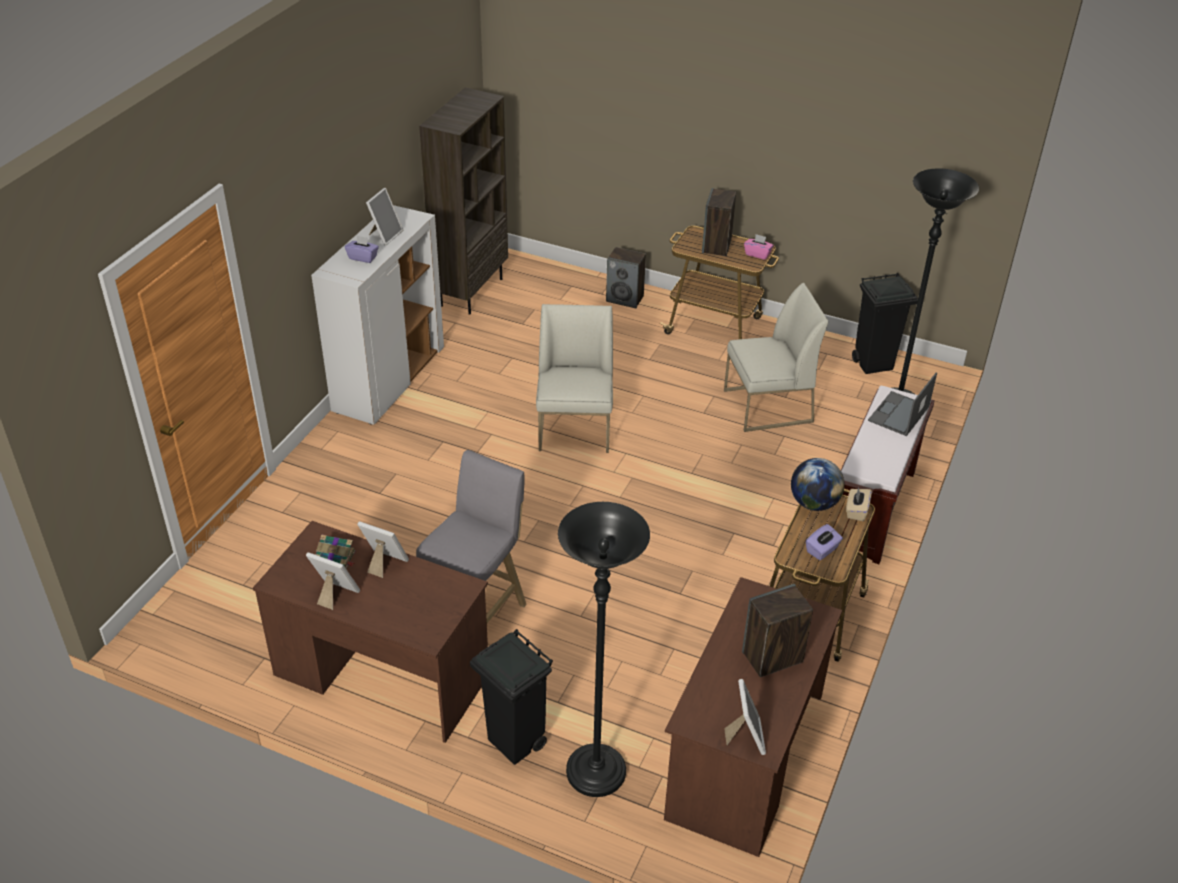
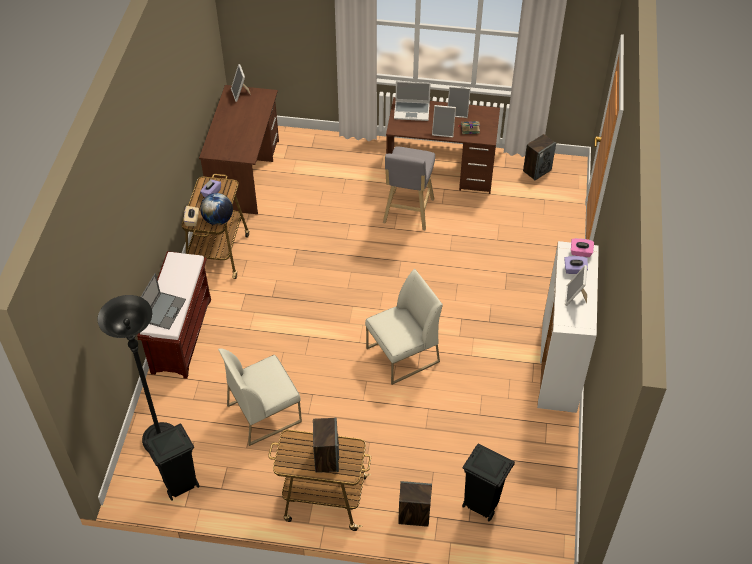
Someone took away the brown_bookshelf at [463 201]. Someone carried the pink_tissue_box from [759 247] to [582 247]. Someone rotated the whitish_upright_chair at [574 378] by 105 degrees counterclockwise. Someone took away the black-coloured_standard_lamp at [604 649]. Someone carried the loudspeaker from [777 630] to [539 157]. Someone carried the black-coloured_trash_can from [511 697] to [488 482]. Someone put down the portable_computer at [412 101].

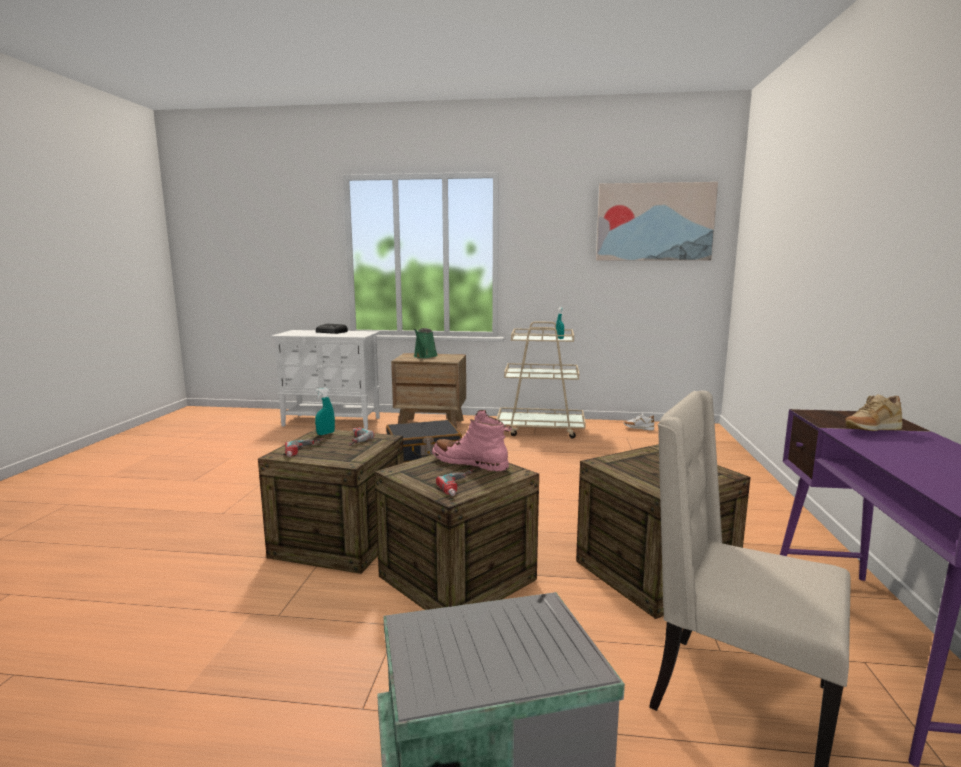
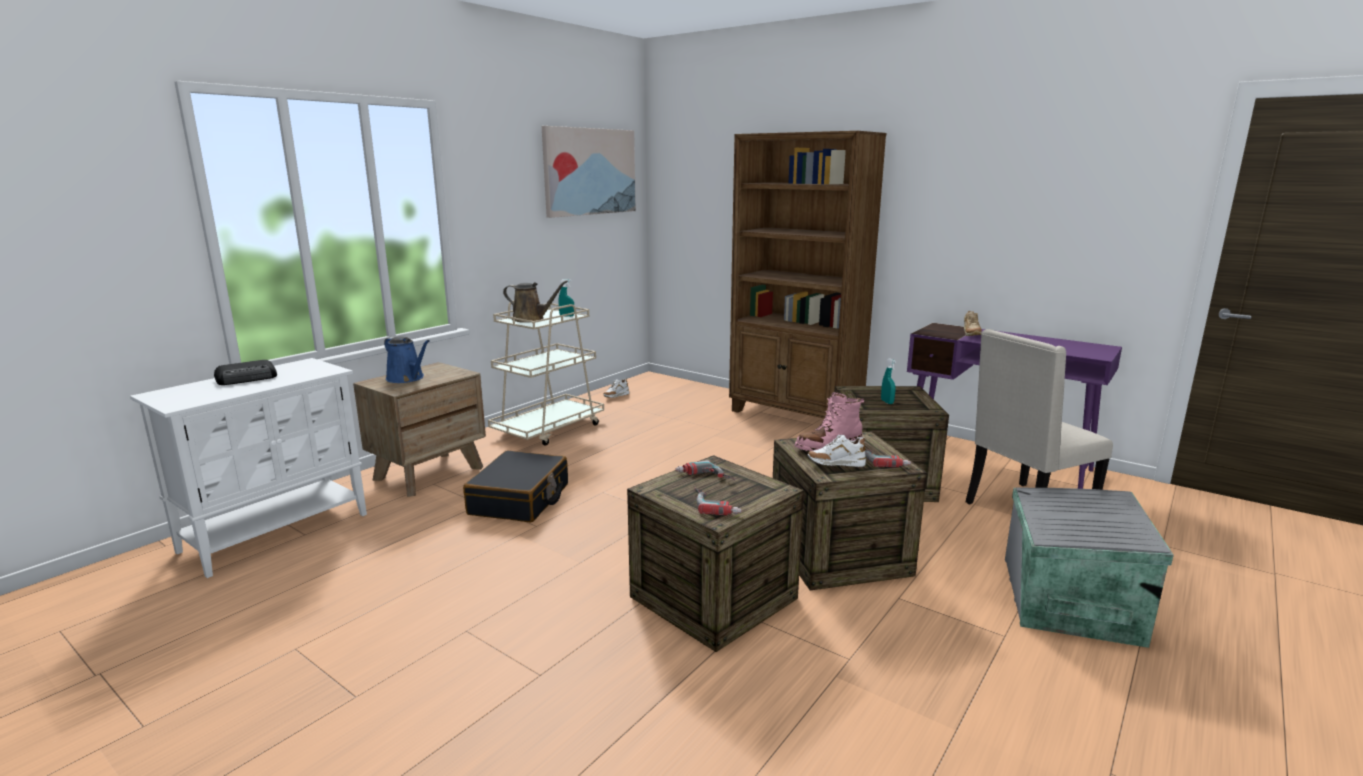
Someone repainted the green-coloured_sprinkling_can at [425 343], which became the blue-coloured_sprinkling_can at [407 359]. Someone carried the blue-green_hand_sprayer from [325 411] to [888 381]. Someone put down the brown_bookshelf at [807 275]. Someone put down the brown_sprinkling_can at [535 301]. Someone put down the whitish_low_shoe at [837 450].

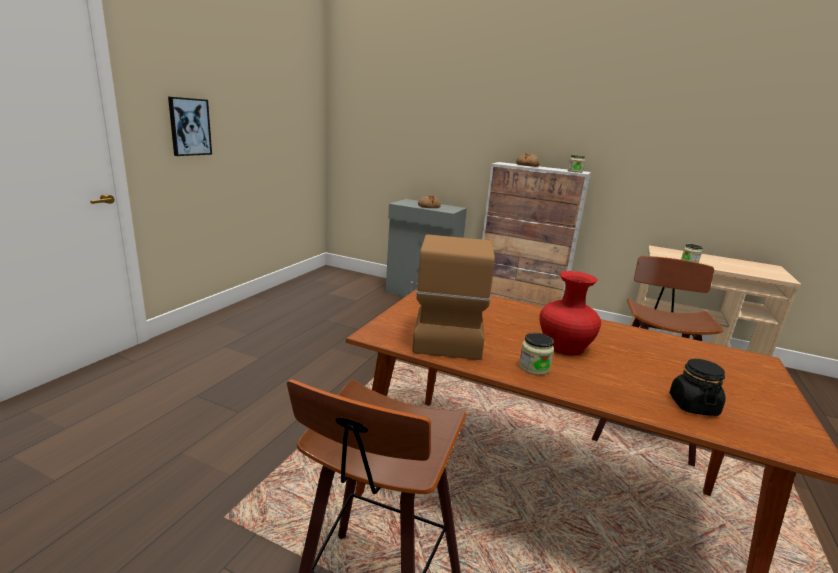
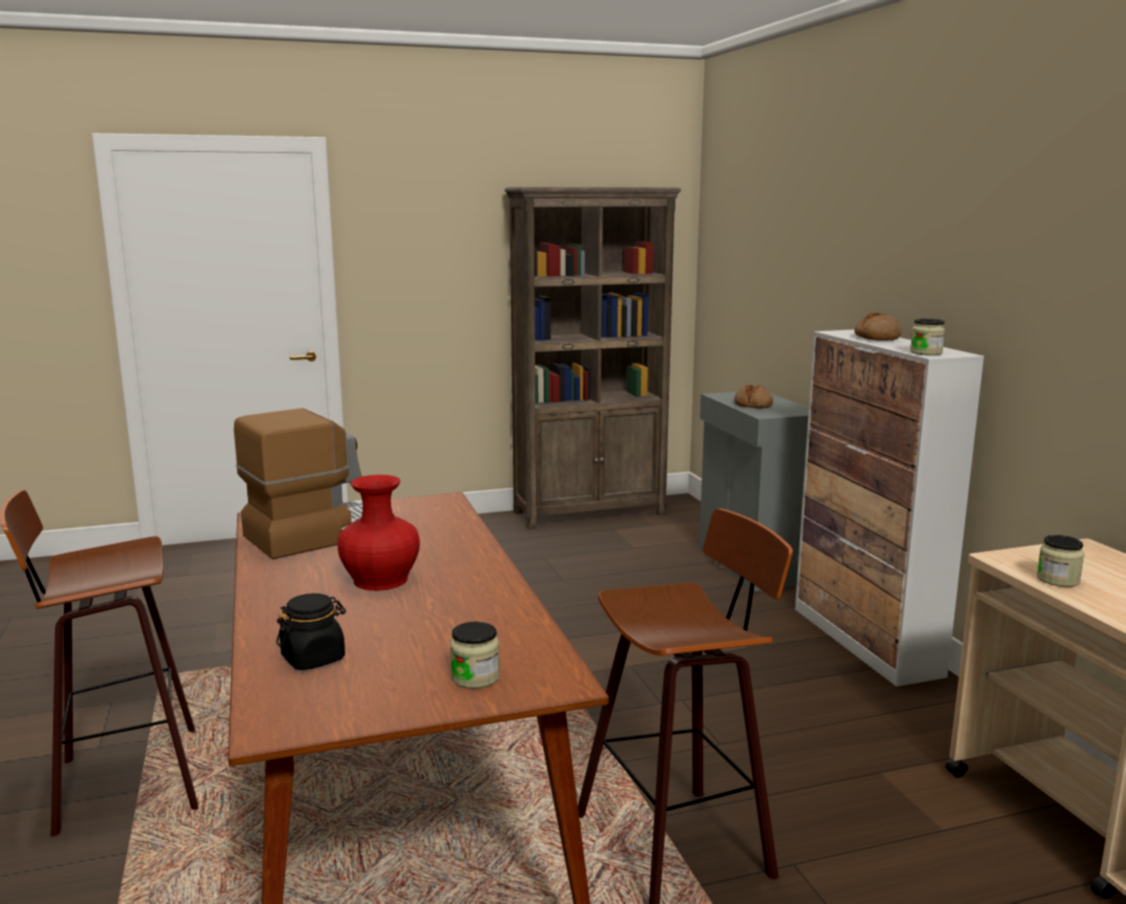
Someone took away the wall_picture at [190 126]. Someone carried the jar from [536 354] to [475 655]. Someone put down the brown_bookshelf at [592 358].

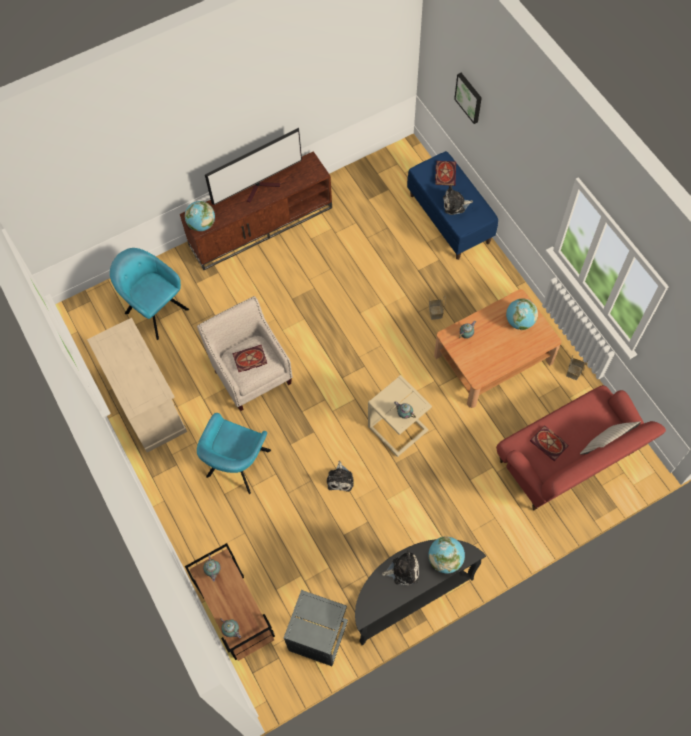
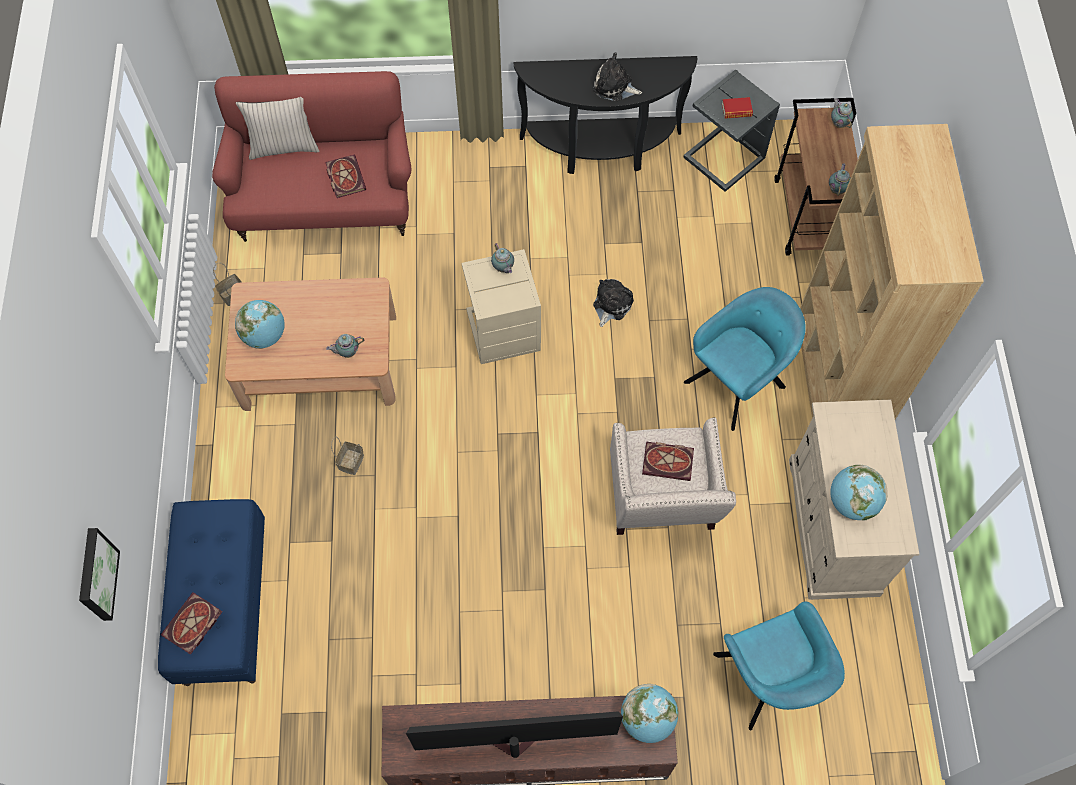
Someone took away the plush_toy at [458 200]. Someone carried the world_globe from [446 555] to [859 493]. Someone put down the bound_book at [737 108]. Someone put down the brown_bookshelf at [892 271].

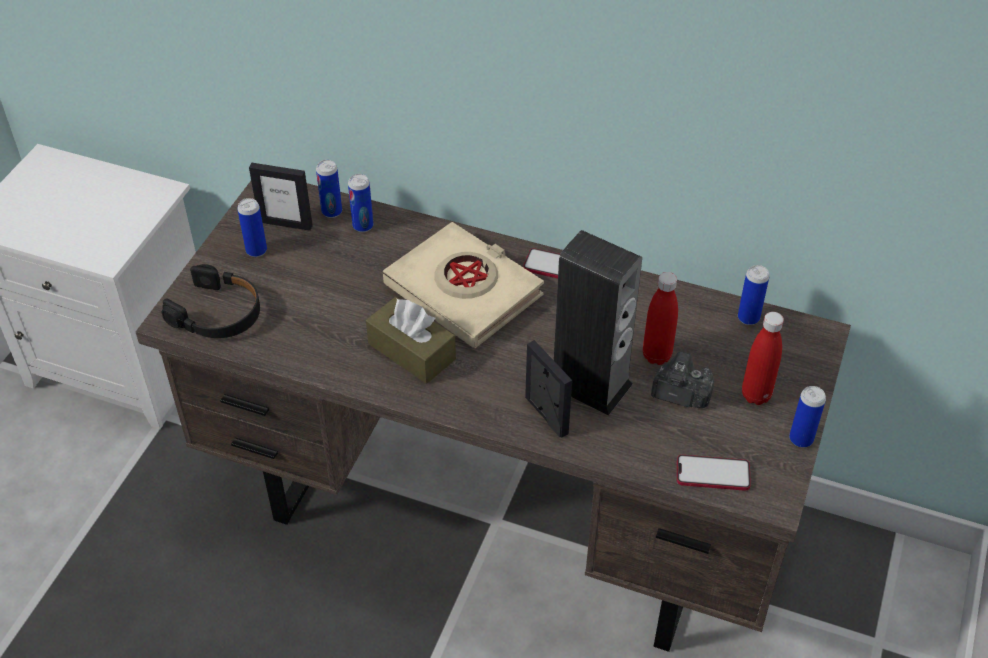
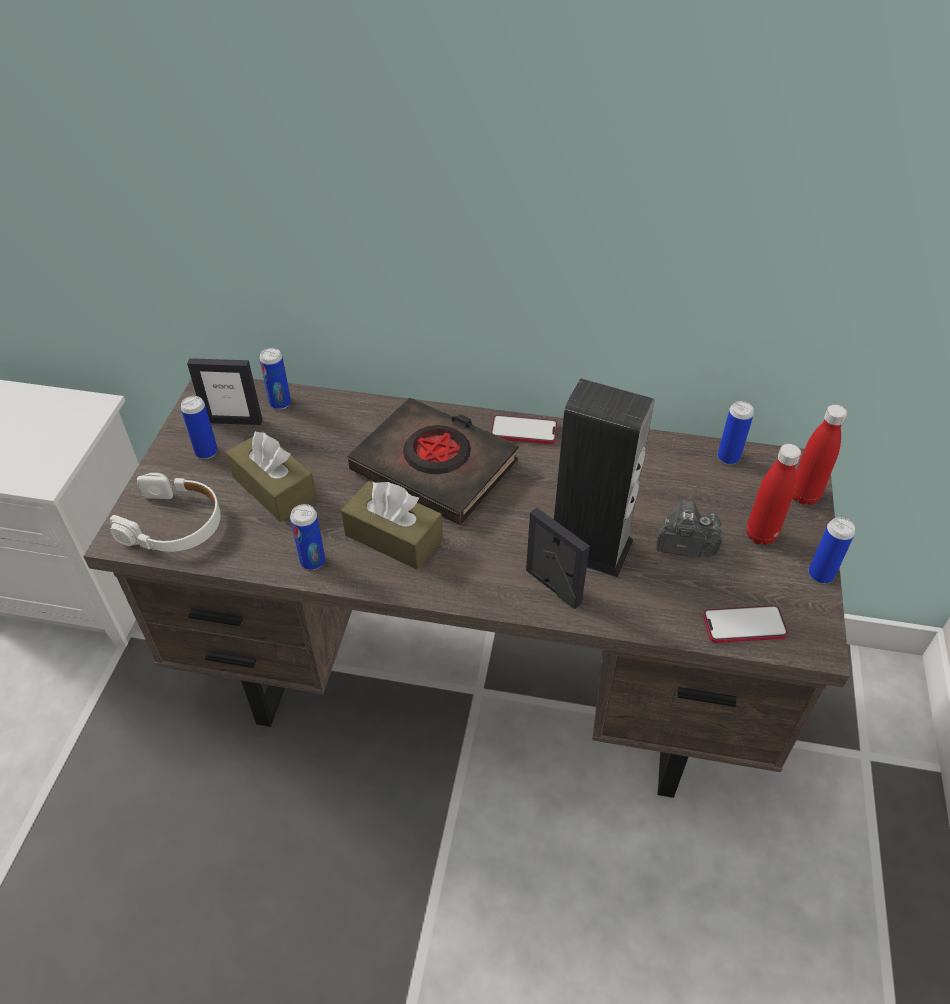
Someone carried the can from [360 203] to [307 537]. Someone repainted the sand-coloured_bound_book at [463 285], which became the black-coloured_bound_book at [433 461]. Someone repainted the black-coloured_headphones at [211 301], which became the whitish_headphones at [165 512]. Someone carried the red_beverage_bottle from [660 318] to [820 455]. Someone put down the brown_tissue_box at [271 476].

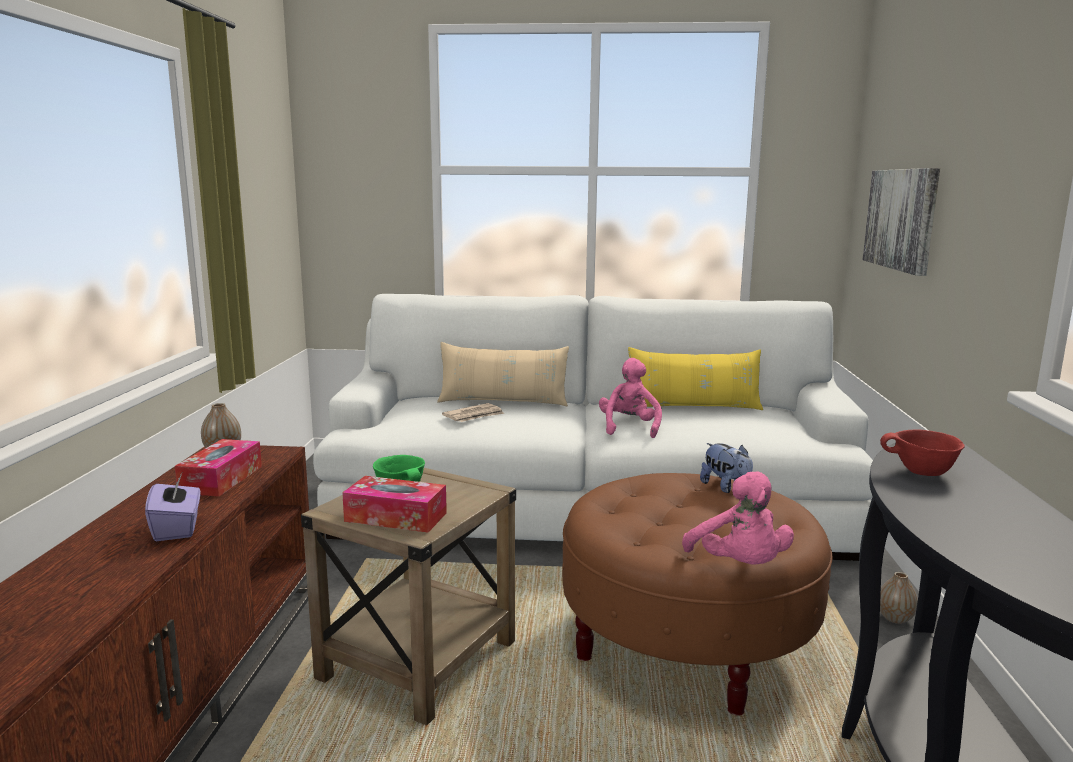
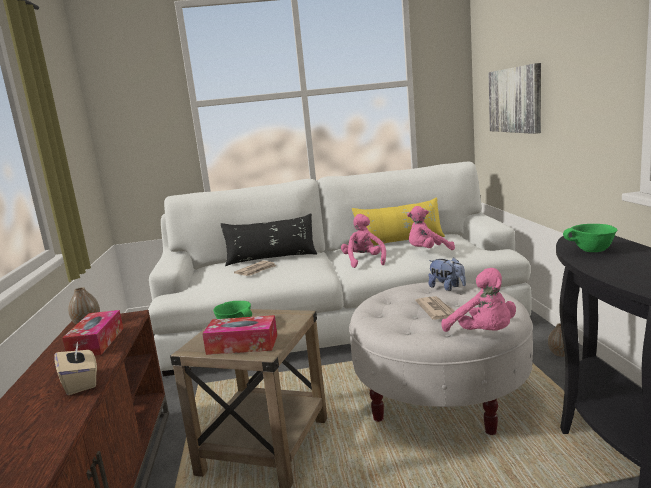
Someone repainted the sand-coloured_pillow at [503 374], which became the black-coloured_pillow at [269 239]. Someone repainted the red_serving_bowl at [922 452], which became the green-coloured_serving_bowl at [590 238]. Someone repainted the purplish_tissue_box at [173 507], which became the sand-coloured_tissue_box at [75 367]. Someone repainted the brown_footrest at [697 594], which became the whitish_footrest at [441 358]. Someone put down the pink_plush_toy at [431 228]. Someone put down the daily_paper at [435 308].

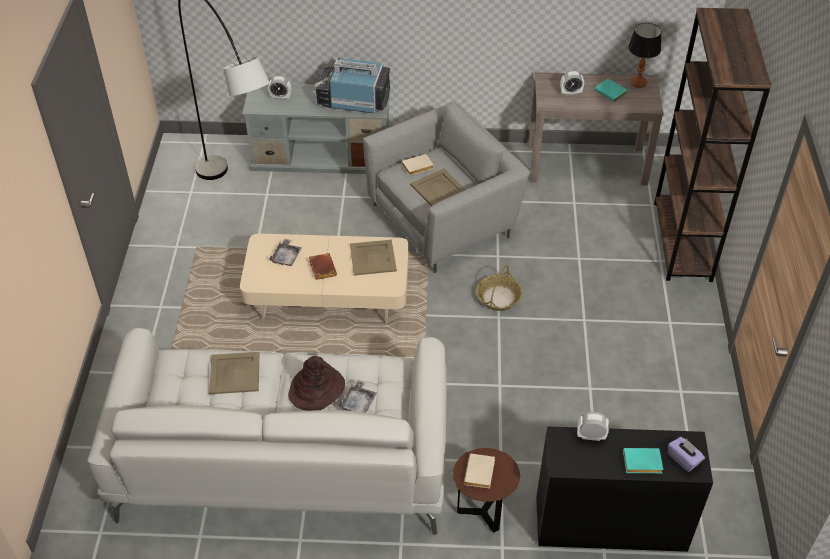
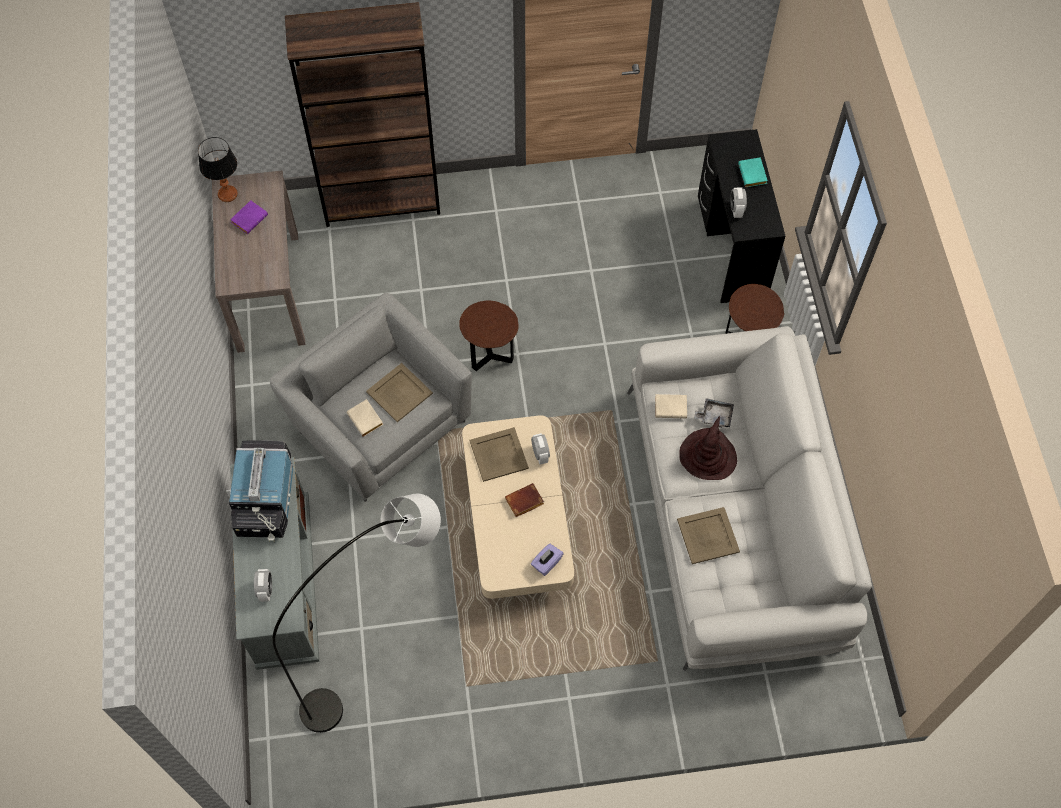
Someone carried the alarm_clock from [572 83] to [540 449]. Someone repainted the blue-green_bound_book at [611 90], which became the purplish_bound_book at [249 217]. Someone took away the grey_carrying_tray at [285 252]. Someone swapped the storage_basket at [499 288] for the brown_side_table at [489 336]. Someone carried the purplish_tissue_box from [686 454] to [547 560]. Someone carried the sand-coloured_bound_book from [479 471] to [671 406].

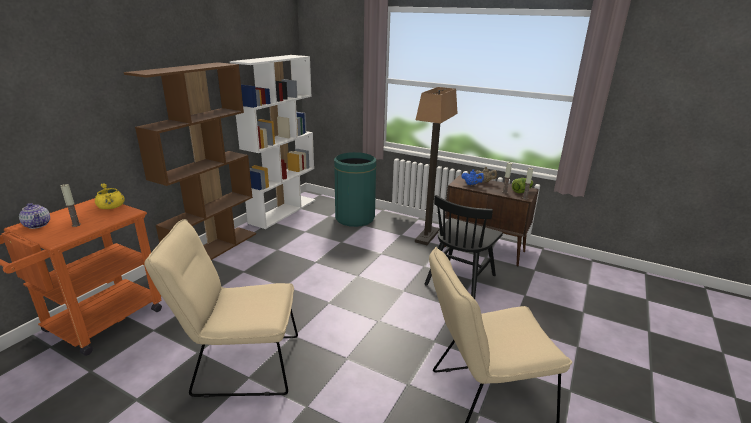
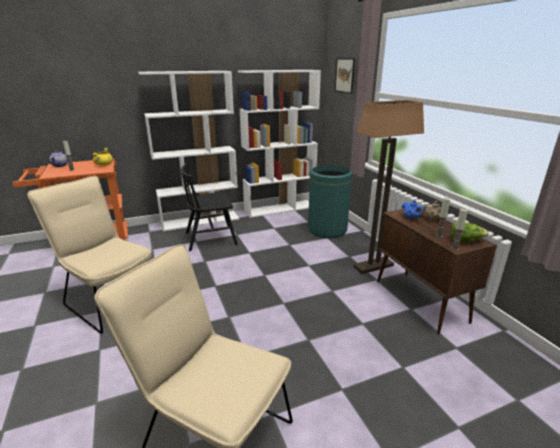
Someone repainted the brown_bookshelf at [190 161], which became the whitish_bookshelf at [188 151]. Someone carried the black-coloured_upright_chair from [463 247] to [209 207]. Someone put up the wall_picture at [345 76].

